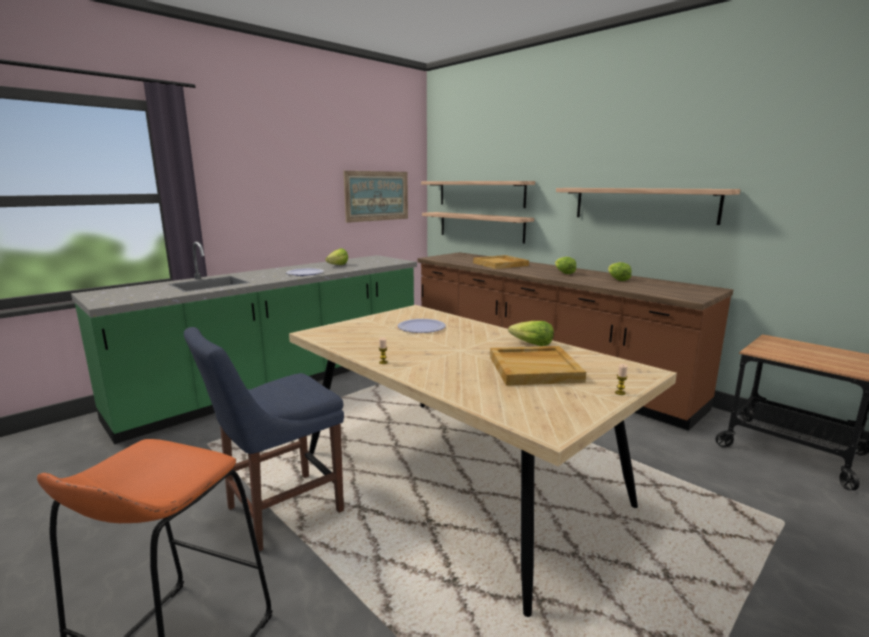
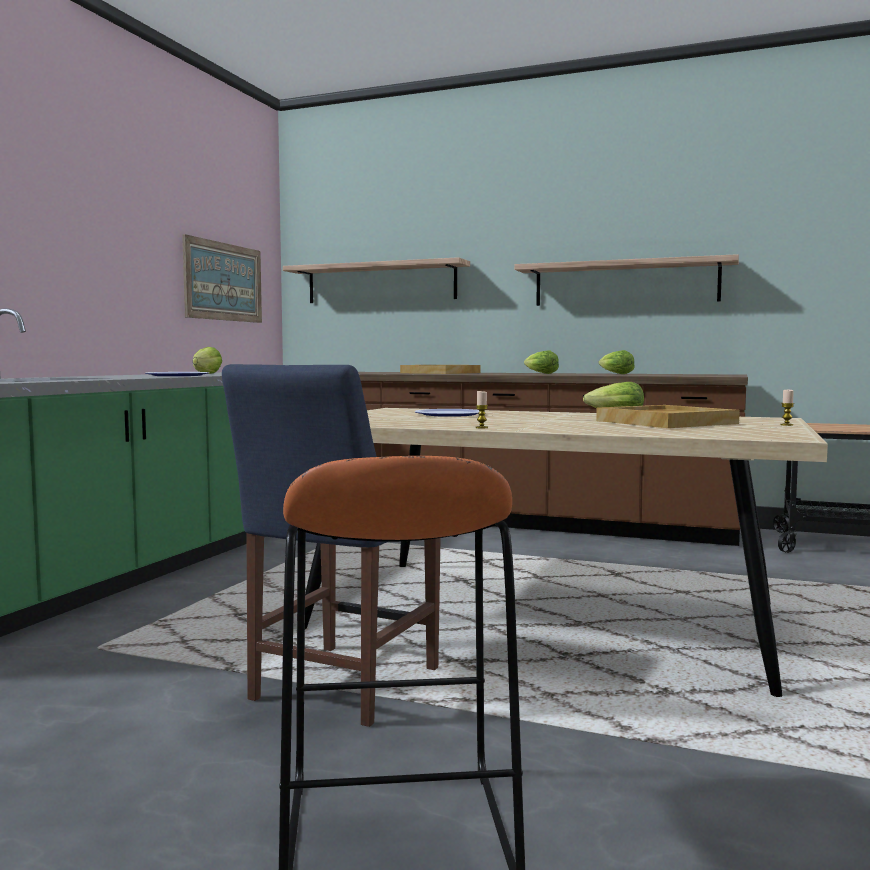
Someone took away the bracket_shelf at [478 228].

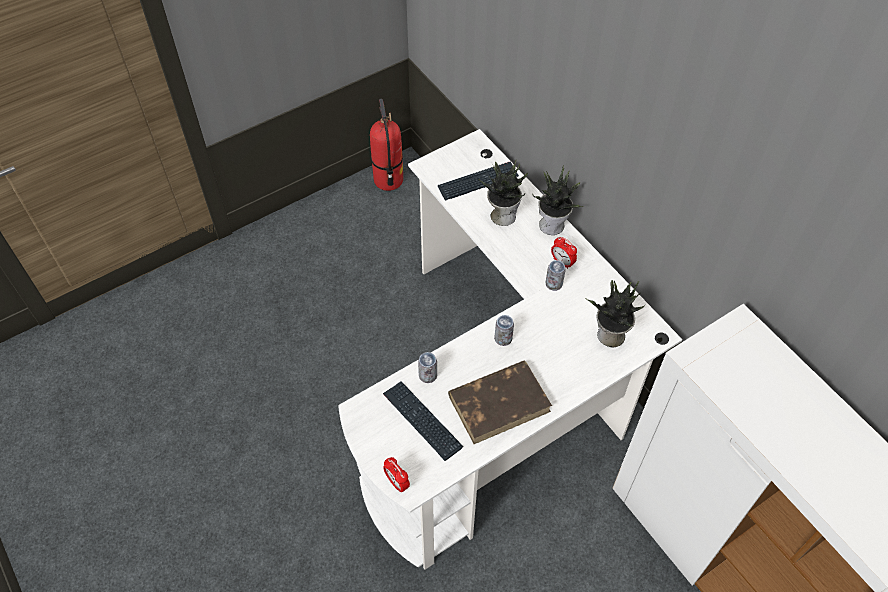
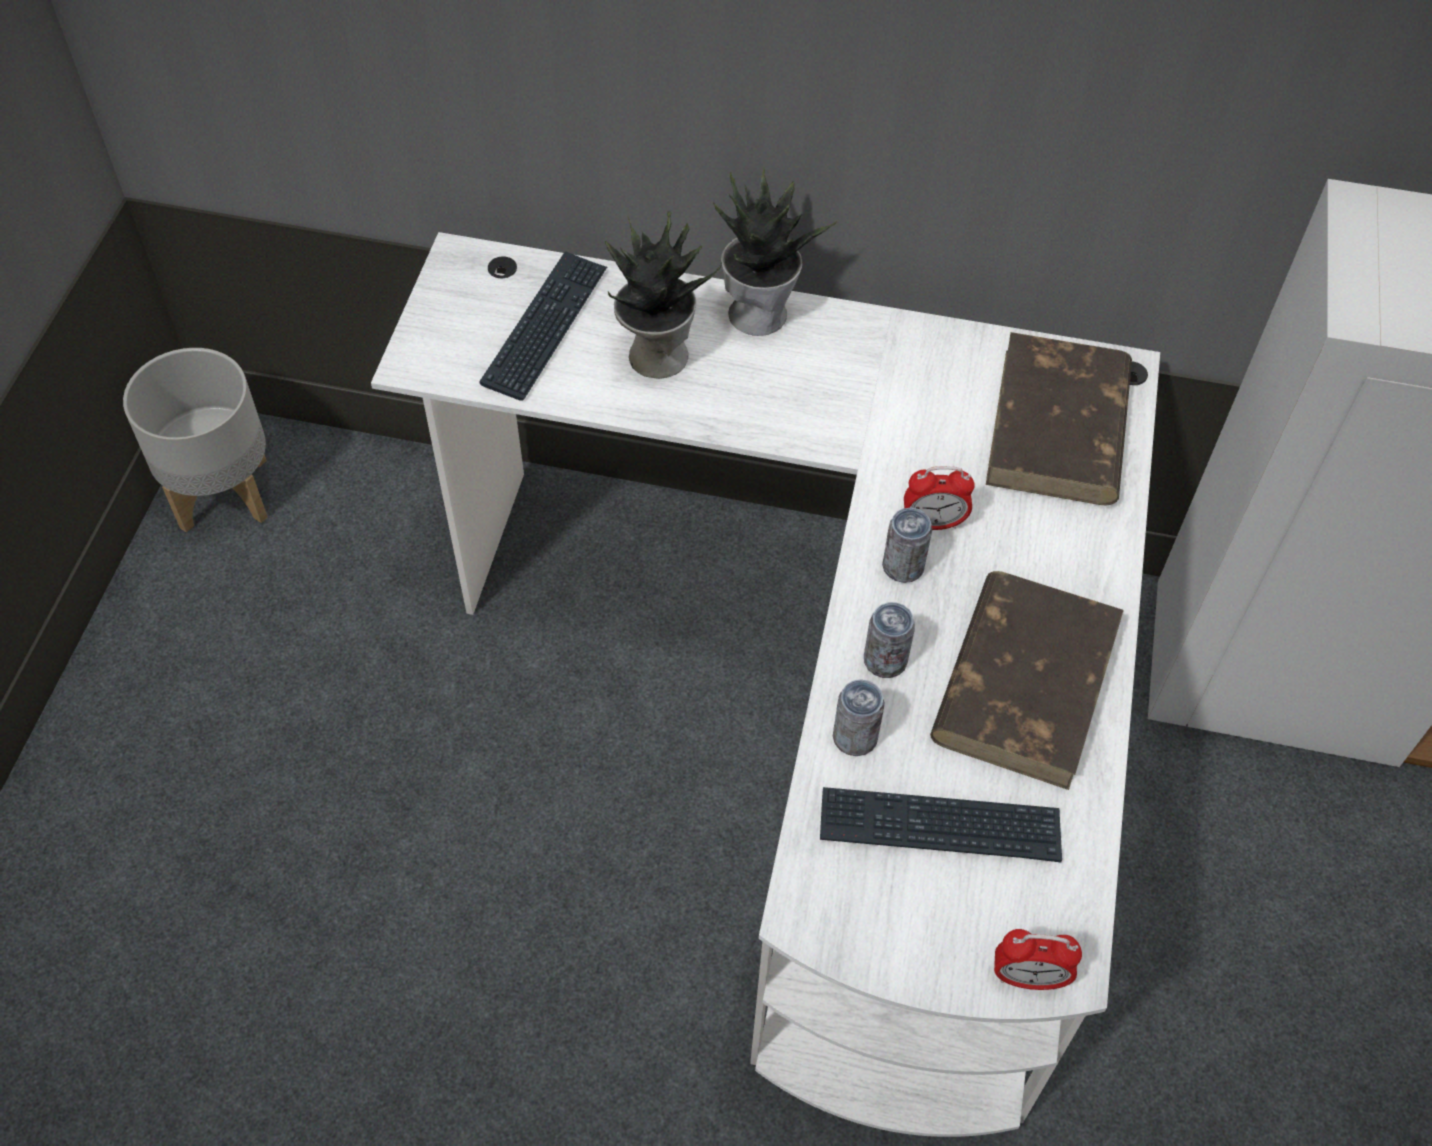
Someone swapped the fire-fighting_cylinder at [386 145] for the grey_plant_pot at [195 440]. Someone carried the alarm_clock from [564 253] to [939 498]. Someone carried the can from [556 275] to [889 640]. Someone swapped the potted_plant at [614 314] for the brown_bound_book at [1059 418].

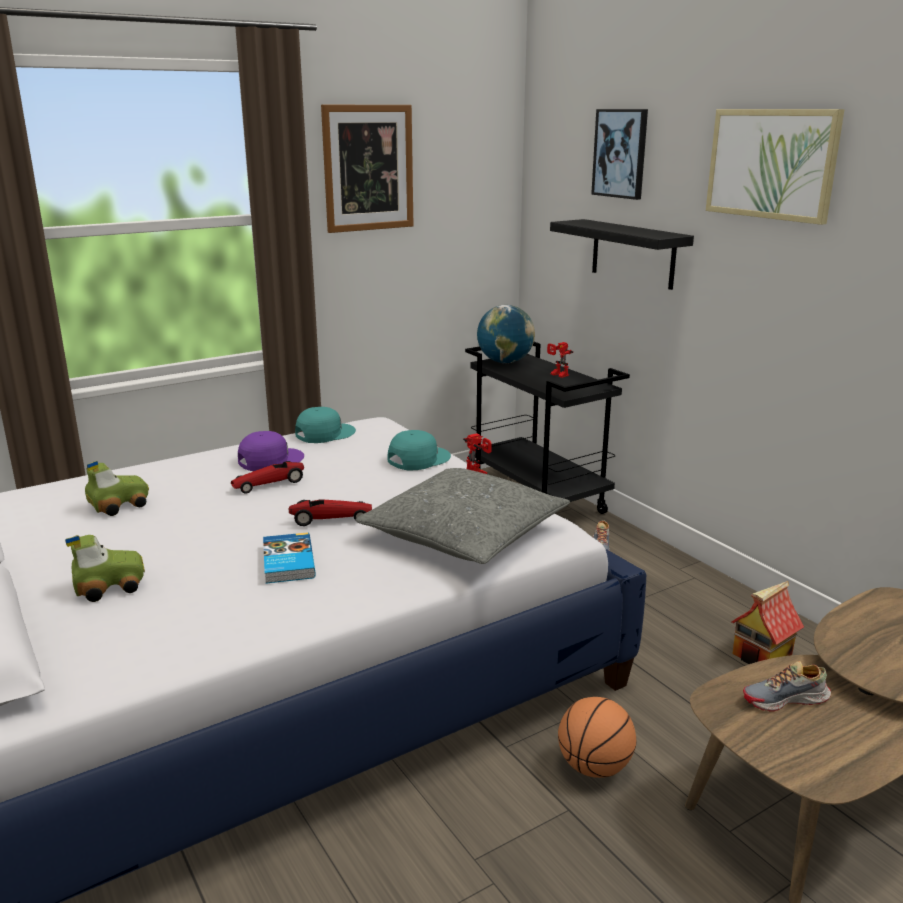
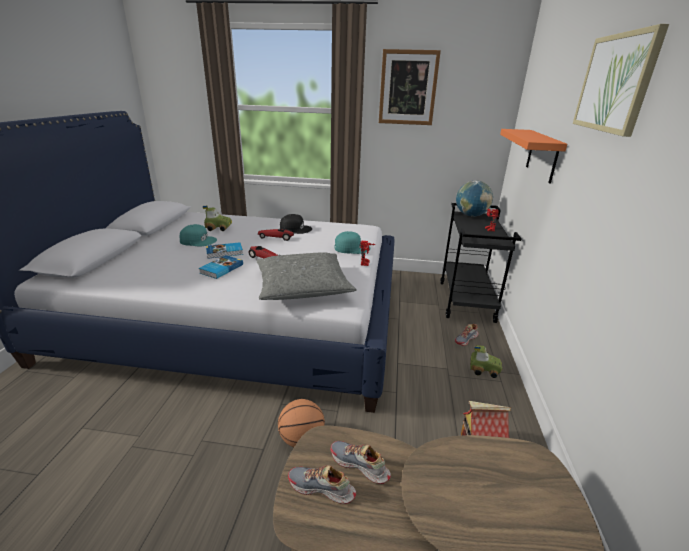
Someone took away the wall_picture at [619 154]. Someone repainted the black-coloured_bracket_shelf at [622 254], which became the orangey_bracket_shelf at [533 156]. Someone carried the blue-green_baseball_cap from [325 425] to [198 235]. Someone repainted the purplish_baseball_cap at [271 451], which became the black-coloured_baseball_cap at [296 224]. Someone carried the toy_car from [105 568] to [486 361]. Someone put down the bound_book at [224 250]. Someone put down the low_shoe at [322 484].

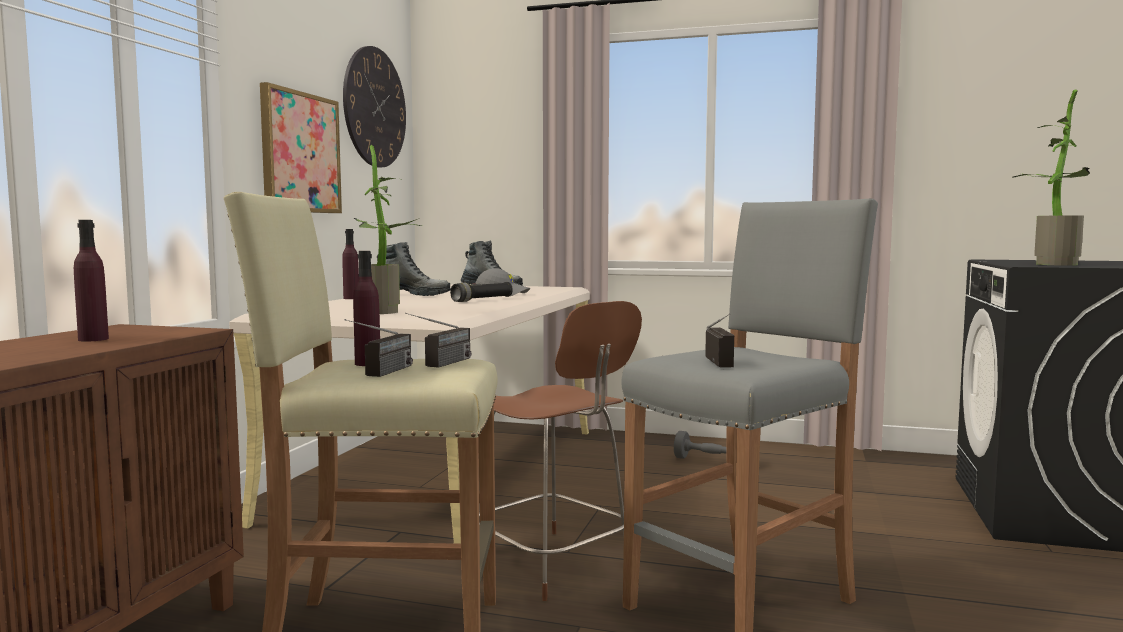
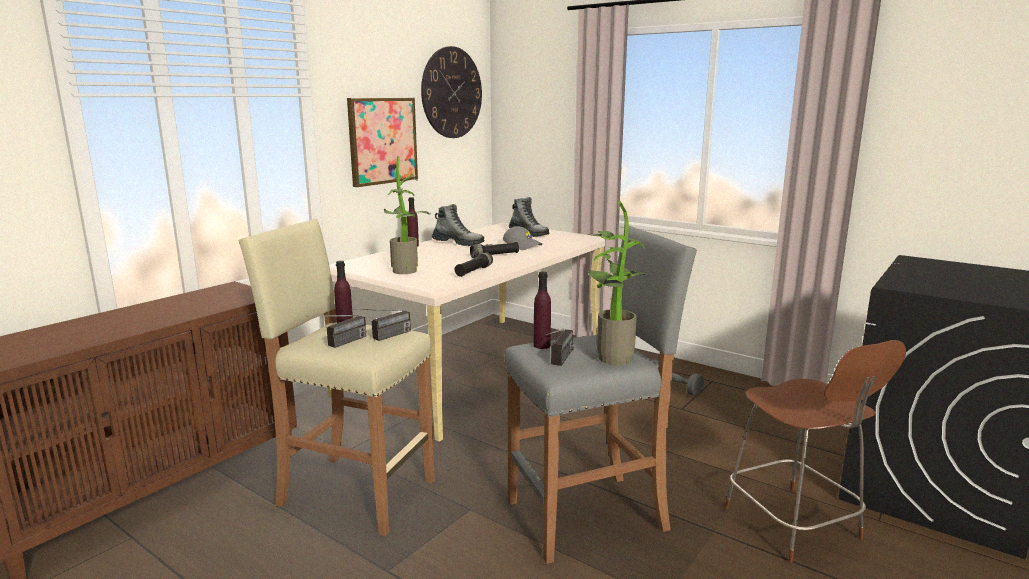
Someone carried the potted_plant from [1052 177] to [617 283]. Someone carried the purplish_beverage_bottle from [91 281] to [542 310]. Someone carried the brown_stool from [560 451] to [815 451]. Someone put down the black-coloured_flashlight at [474 264].

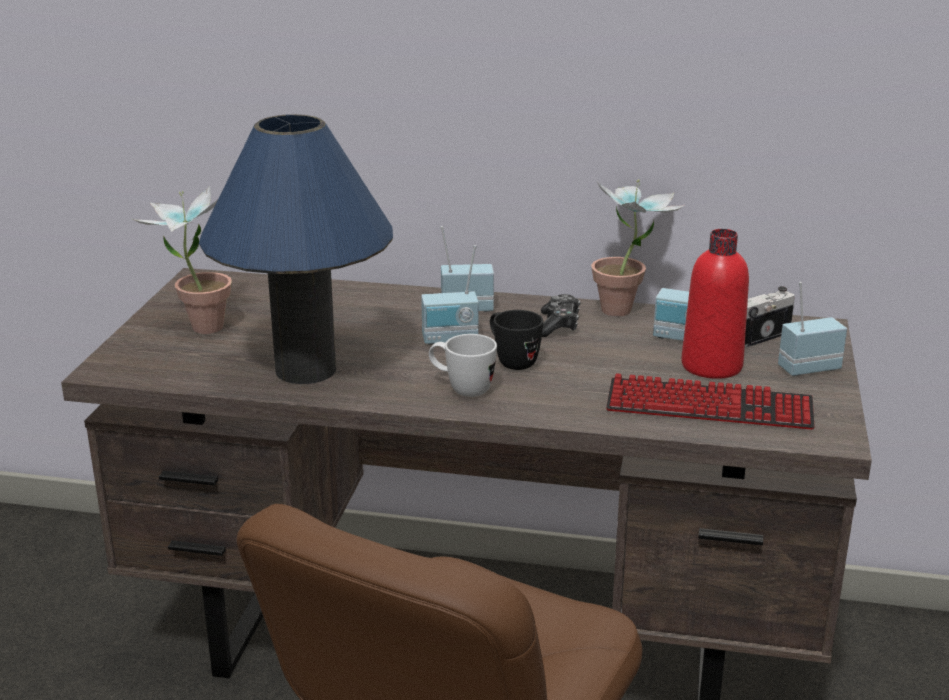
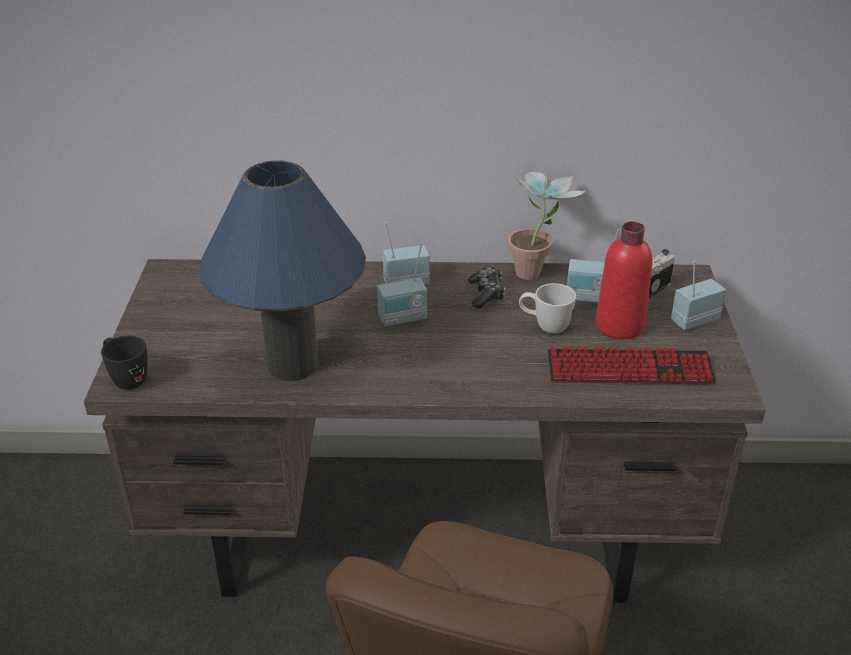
Someone took away the potted_plant at [182 260]. Someone carried the black-coloured_coffee_mug from [516 340] to [124 363]. Someone carried the whitish_coffee_mug from [463 365] to [547 308].

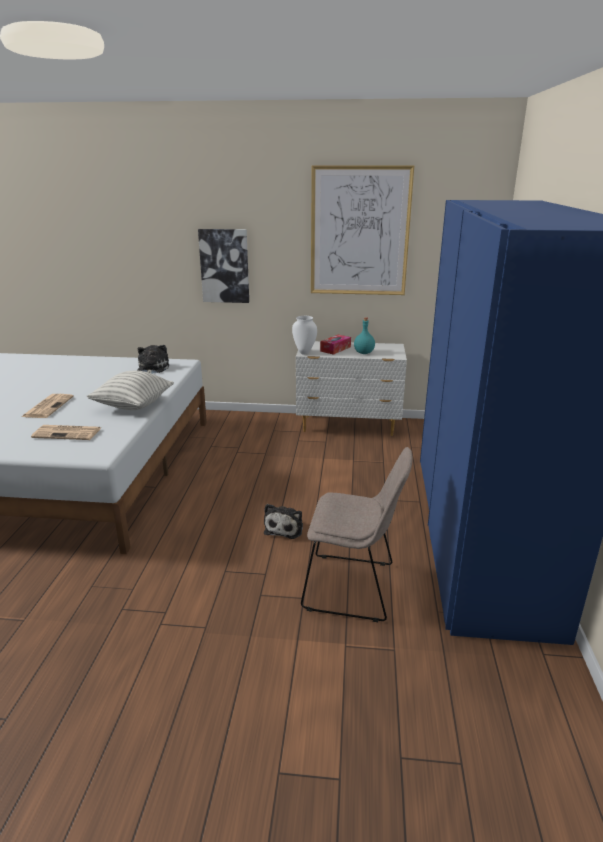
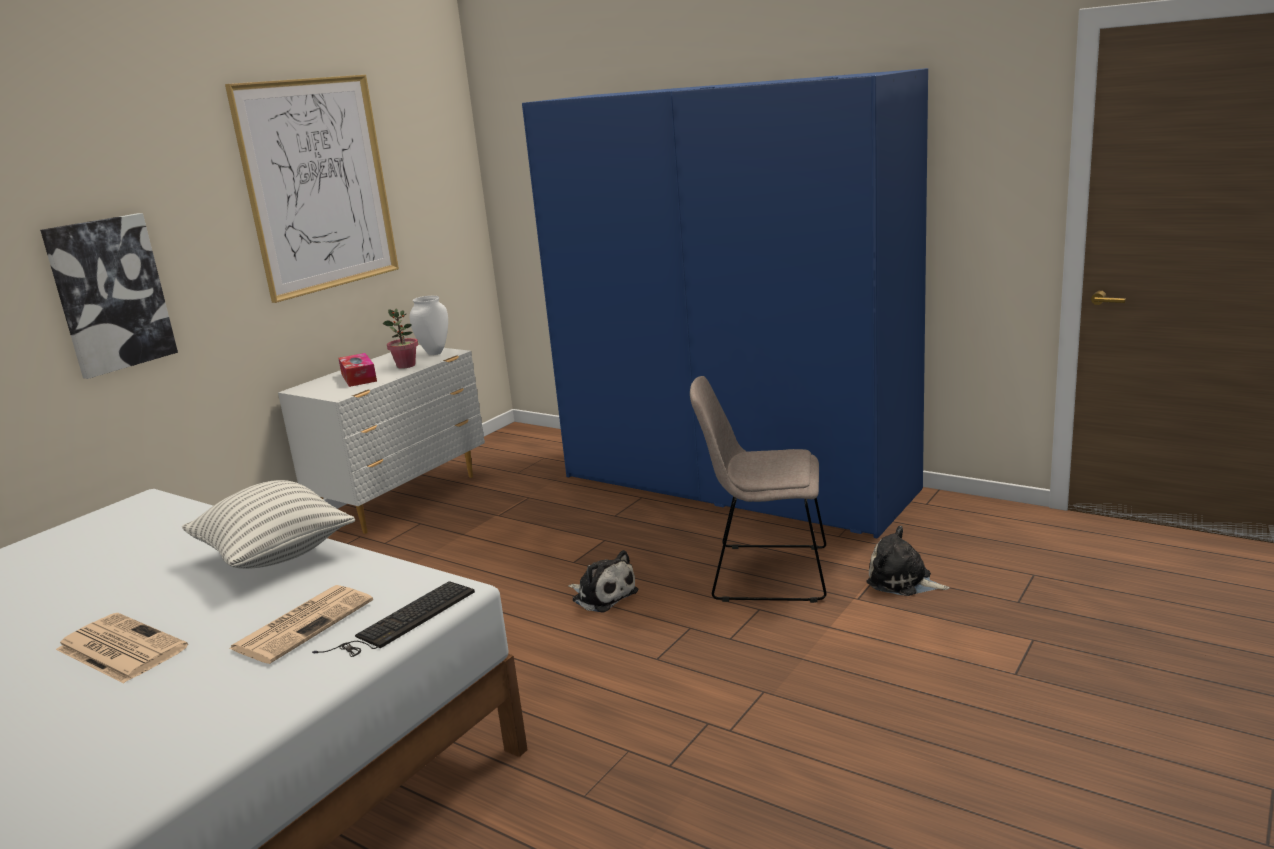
Someone carried the whitish_flower_vase from [304 335] to [429 325]. Someone swapped the blue-green_beverage_bottle at [364 335] for the potted_plant at [400 339]. Someone carried the plush_toy from [153 359] to [908 561]. Someone rotated the sand-coloured_upright_chair at [357 534] by 120 degrees counterclockwise. Someone put down the PC_keyboard at [393 619].

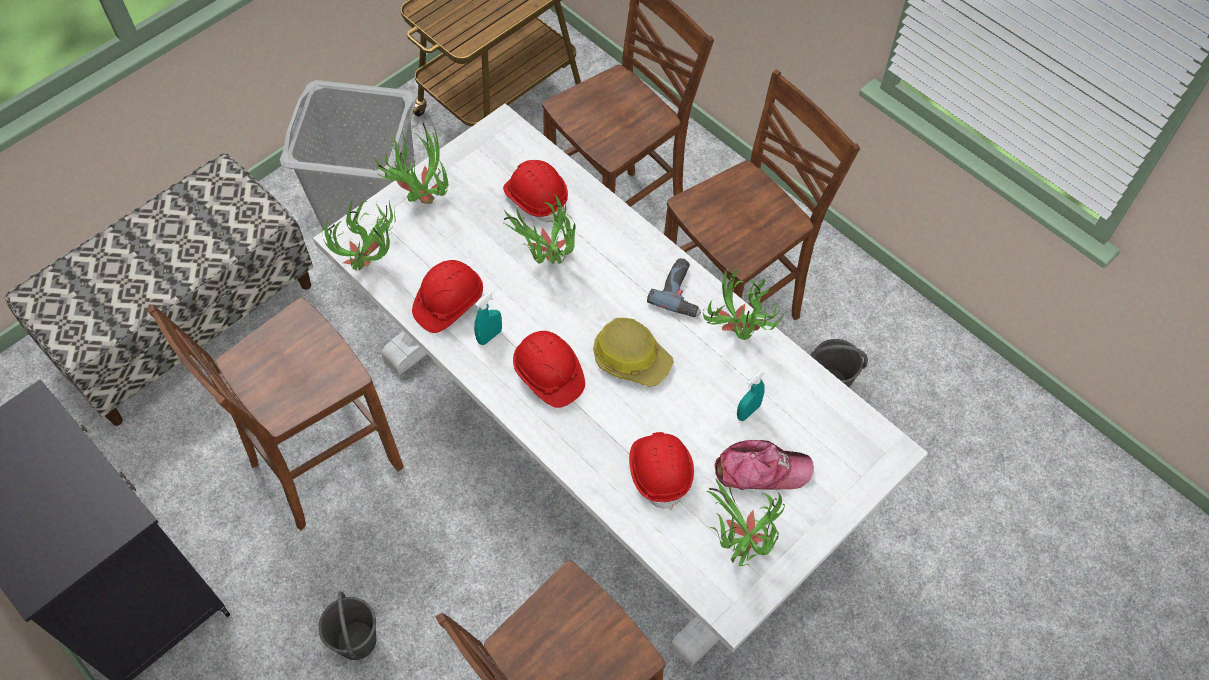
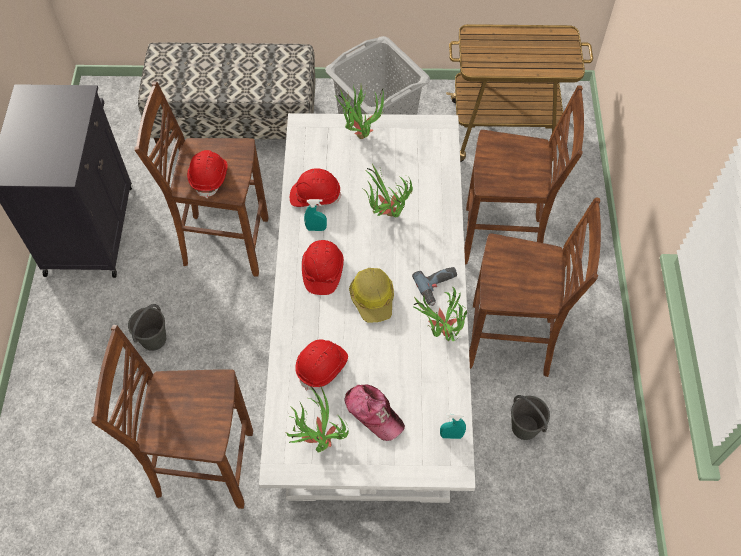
Someone carried the red_work_helmet from [535 191] to [207 174]. Someone took away the potted_plant at [358 235]. Someone carried the blue-green_hand_sprayer from [751 395] to [453 426].

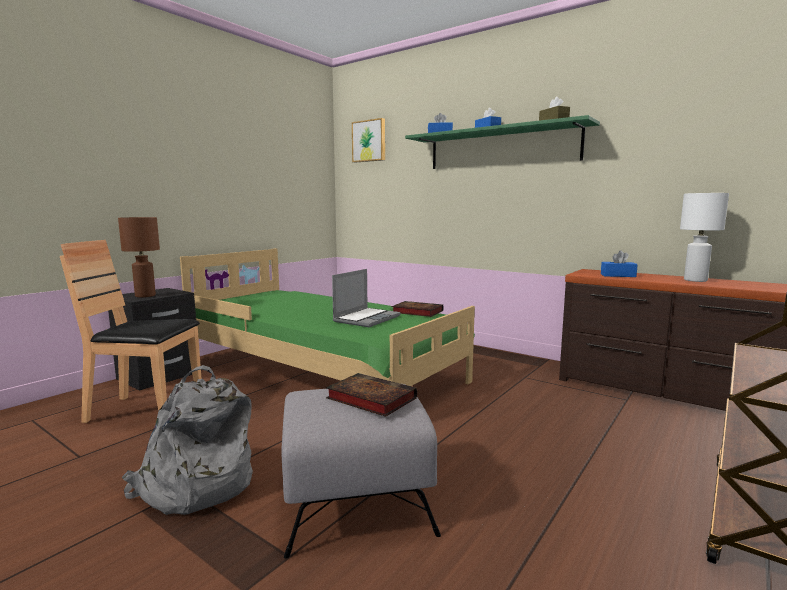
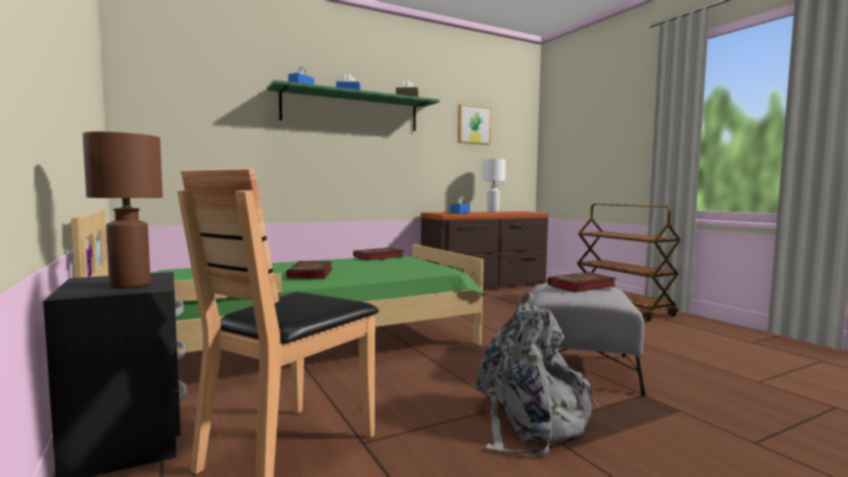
Someone carried the wall_picture from [368 140] to [474 124]. Someone took away the portable_computer at [366 298]. Someone put down the bound_book at [309 270].

